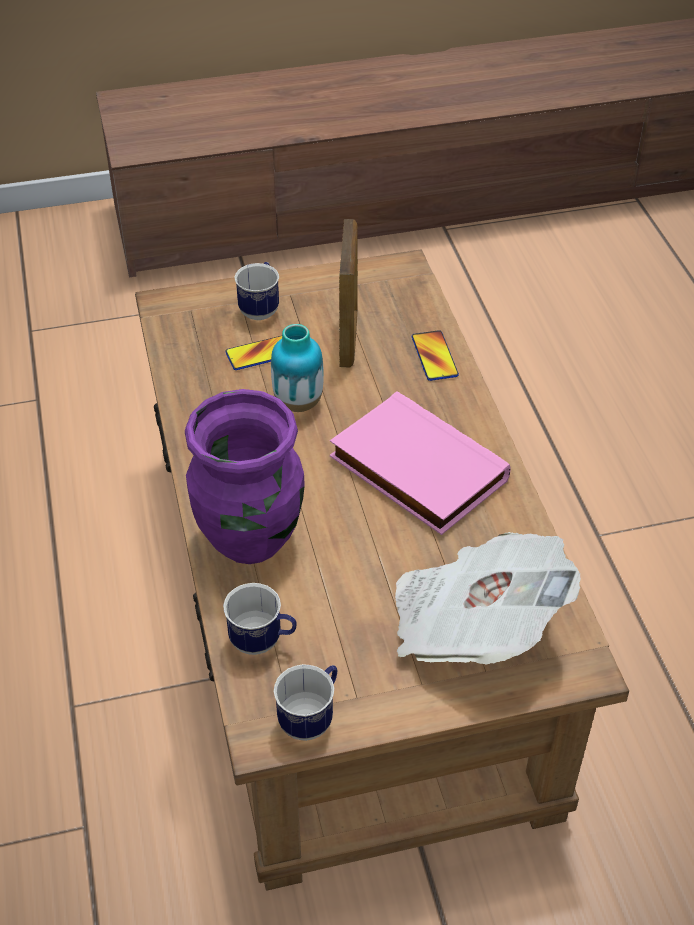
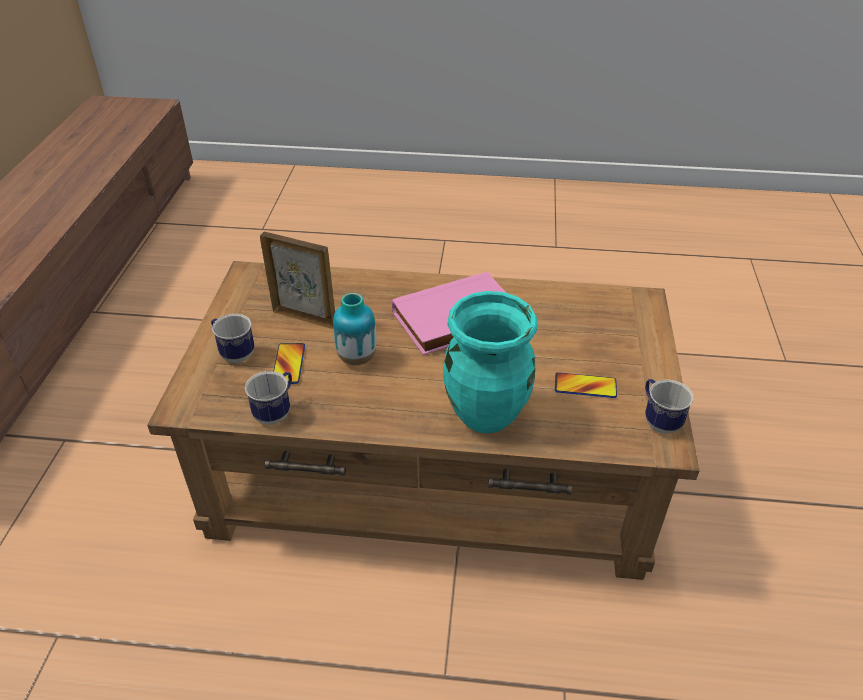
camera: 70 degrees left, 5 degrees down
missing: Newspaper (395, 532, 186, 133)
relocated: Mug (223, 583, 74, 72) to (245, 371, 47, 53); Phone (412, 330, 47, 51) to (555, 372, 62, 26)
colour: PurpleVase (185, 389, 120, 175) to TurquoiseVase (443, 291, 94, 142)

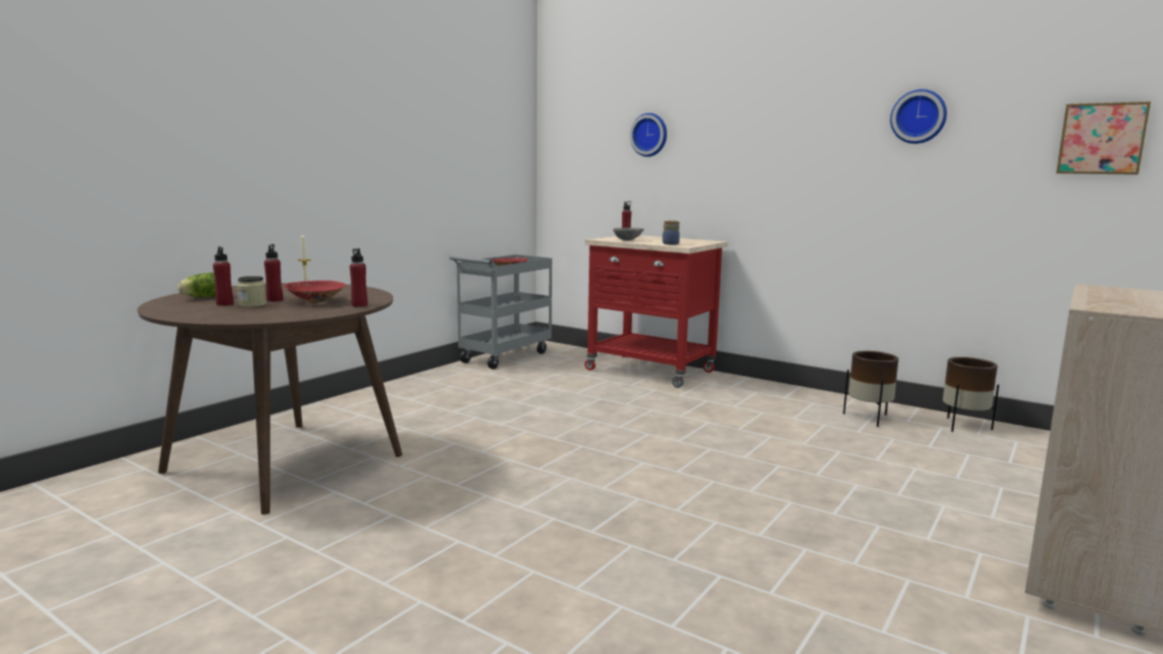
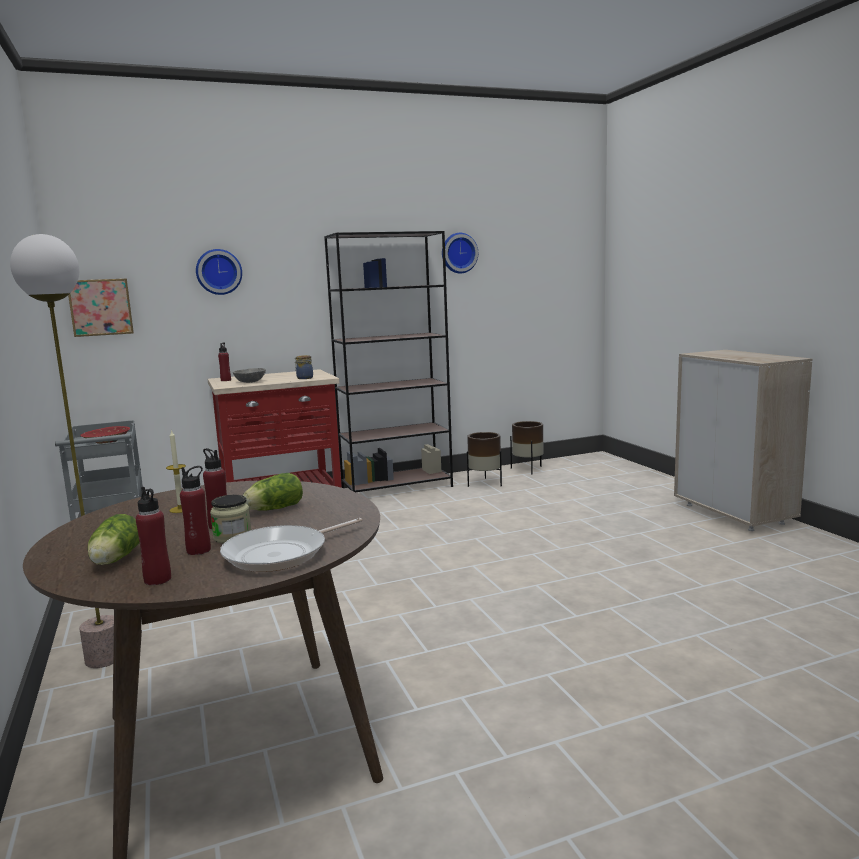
camera: 55 degrees left, 0 degrees up
appeared: FloorLamp (10, 234, 104, 434); FryingPan (220, 518, 143, 54); BrownBookcase (324, 231, 129, 261)
relocated: RedBottle (350, 248, 18, 59) to (136, 487, 35, 98); Picture (1056, 102, 95, 73) to (68, 279, 66, 58)
exchanged: RedBowl (284, 280, 62, 23) to Lettuce (242, 473, 61, 38)

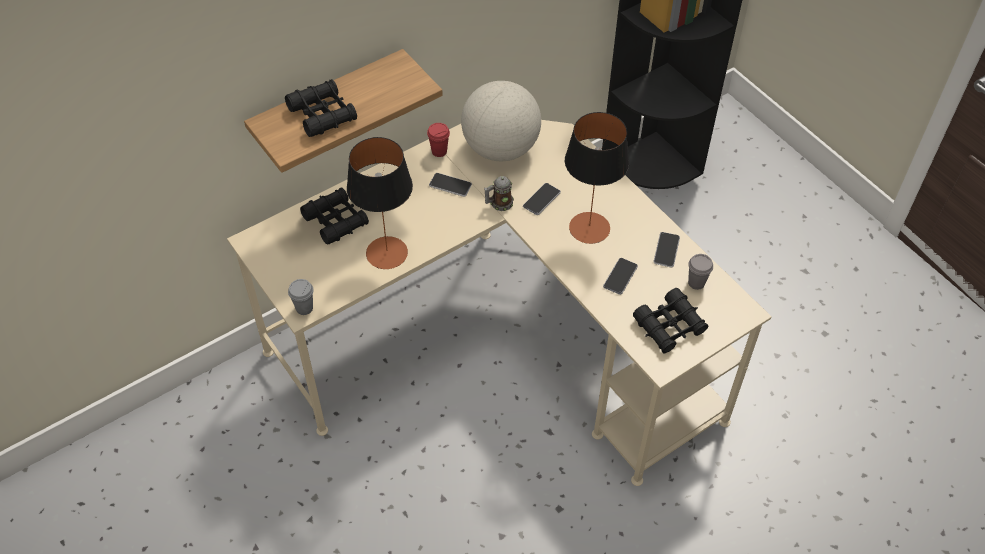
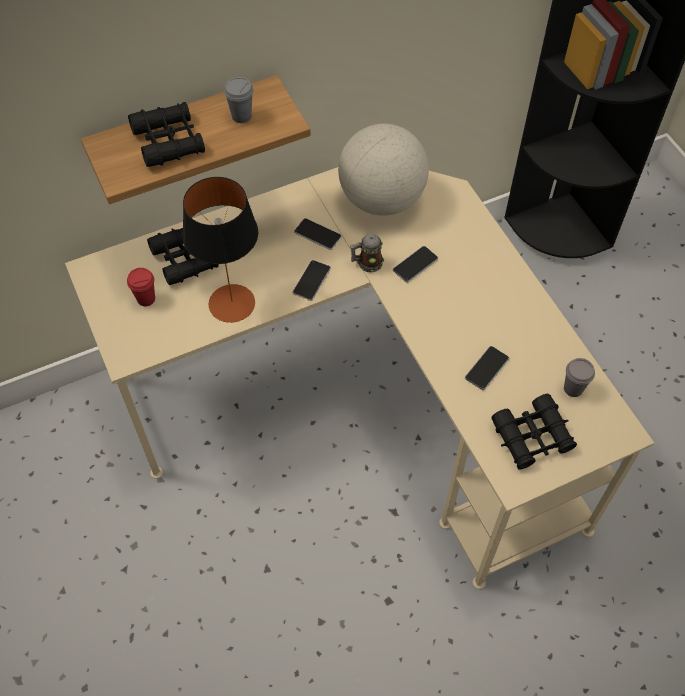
camera: 10 degrees right, 5 degrees up
missing: TableLamp (565, 112, 64, 132)
relocated: GreyCup (288, 279, 26, 36) to (224, 77, 30, 46); RedCup (427, 123, 23, 34) to (127, 268, 28, 38); Phone (653, 232, 27, 35) to (293, 260, 38, 41)

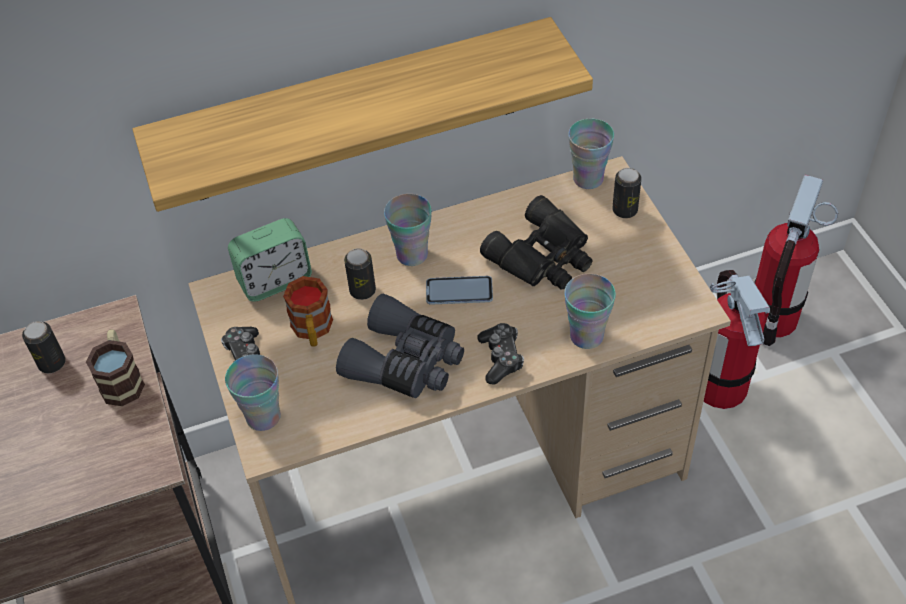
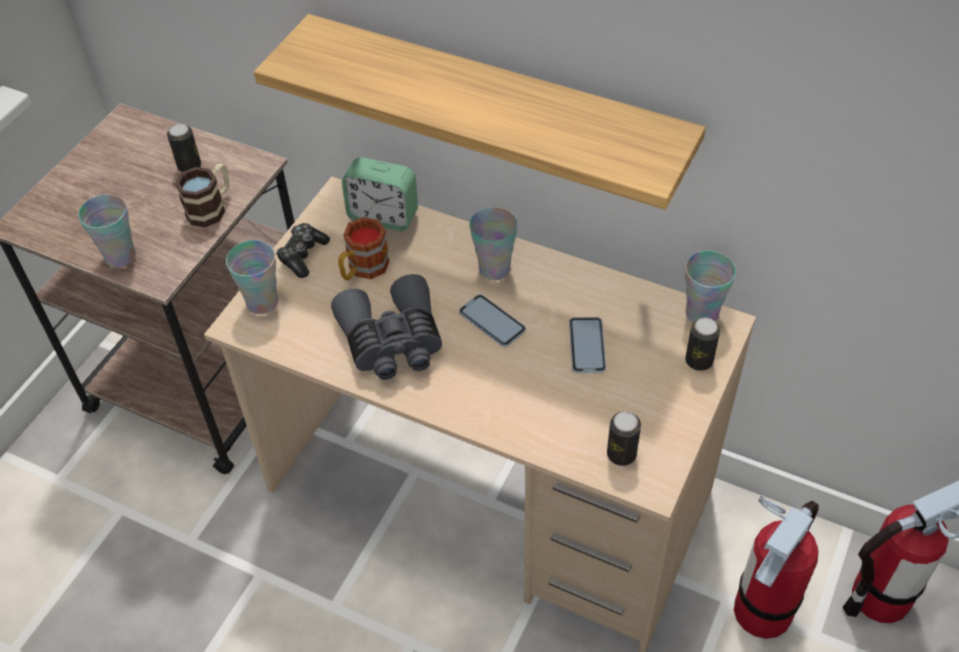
camera: 45 degrees right, 0 degrees up
missing: GameController (477, 323, 47, 62)
relocated: Can (344, 248, 32, 52) to (607, 411, 34, 55); Cup (564, 274, 52, 75) to (78, 194, 58, 73)
exchanged: BlackBinoculars (480, 195, 113, 95) to Phone (569, 317, 37, 56)

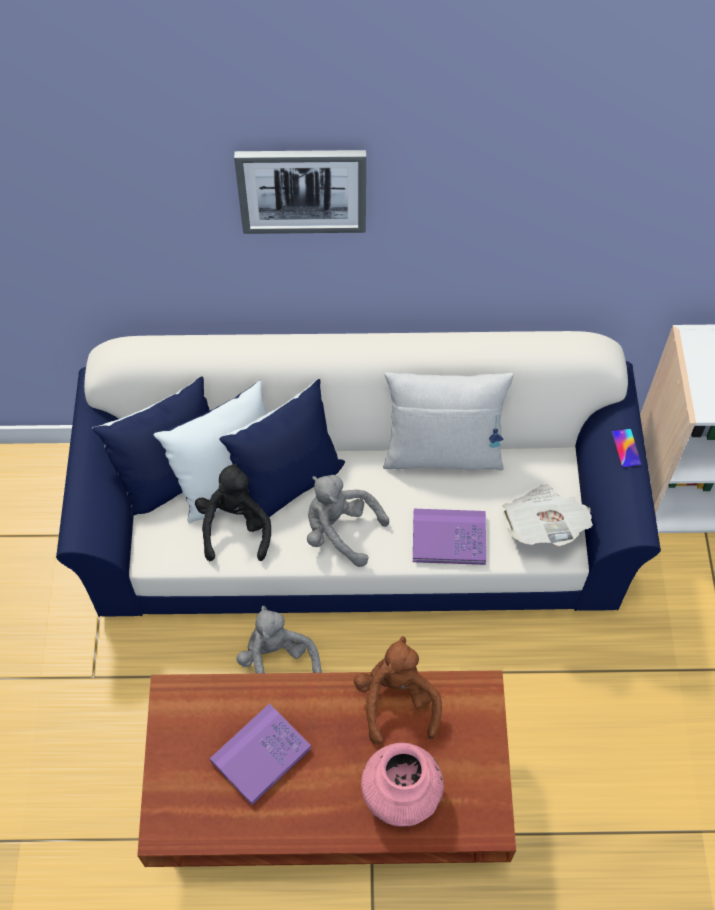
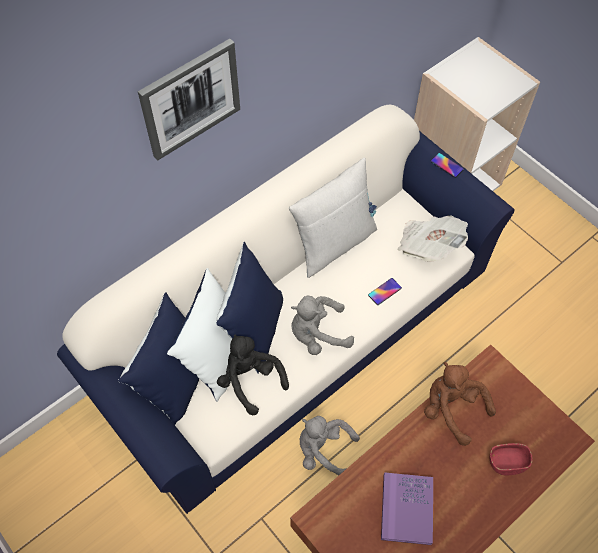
camera: 40 degrees left, 0 degrees up
exchanged: PinkVase (361, 743, 83, 84) to RedBowl (490, 443, 43, 32); PurpleBook (413, 509, 73, 56) to Phone (368, 278, 34, 27)

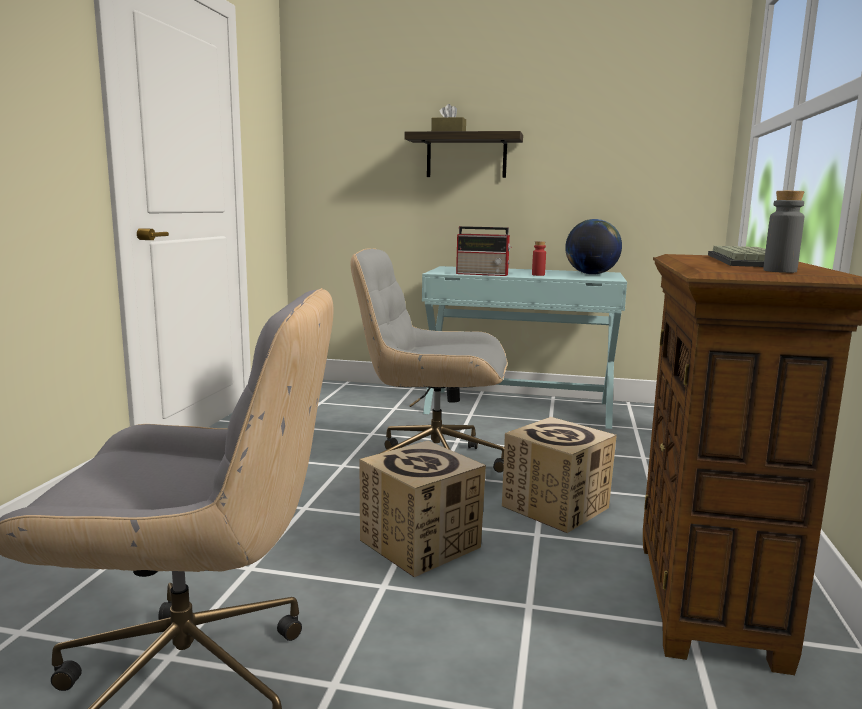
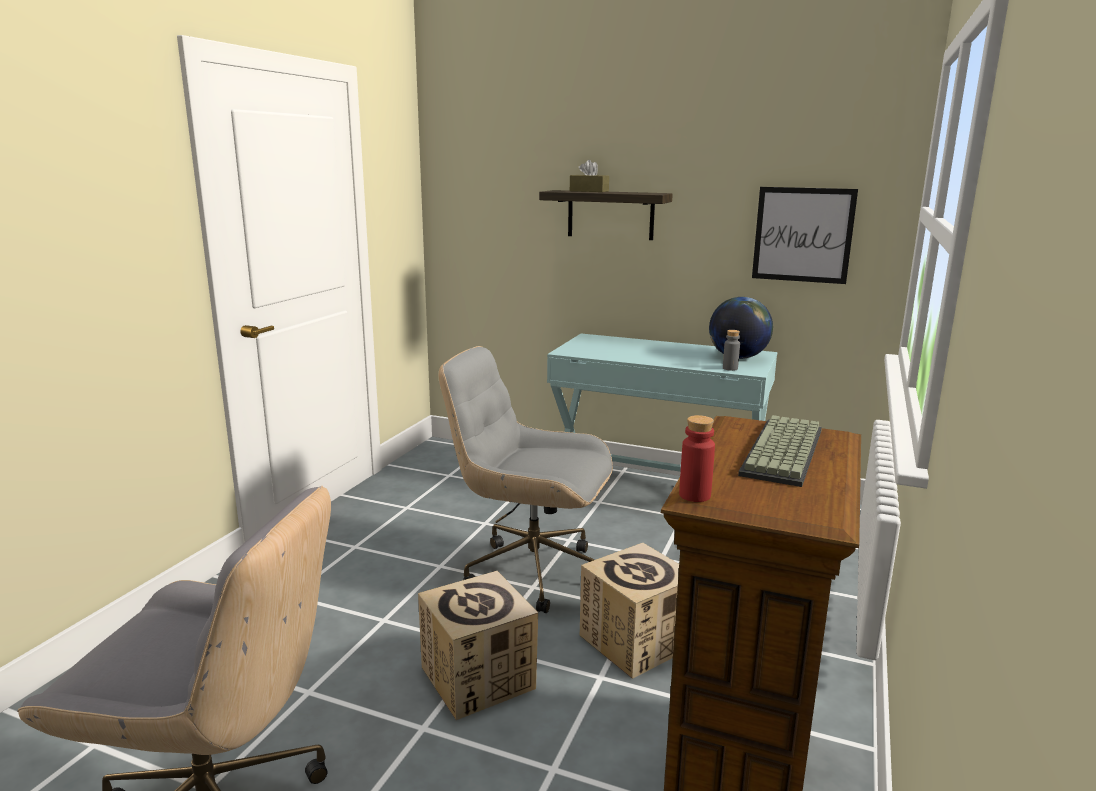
camera: 10 degrees right, 5 degrees up
missing: Radio (456, 226, 56, 50)
appeared: Picture (752, 187, 106, 97)
relocated: RedBottle (532, 241, 14, 35) to (679, 415, 36, 87); GreyBottle (763, 191, 42, 82) to (723, 330, 17, 41)

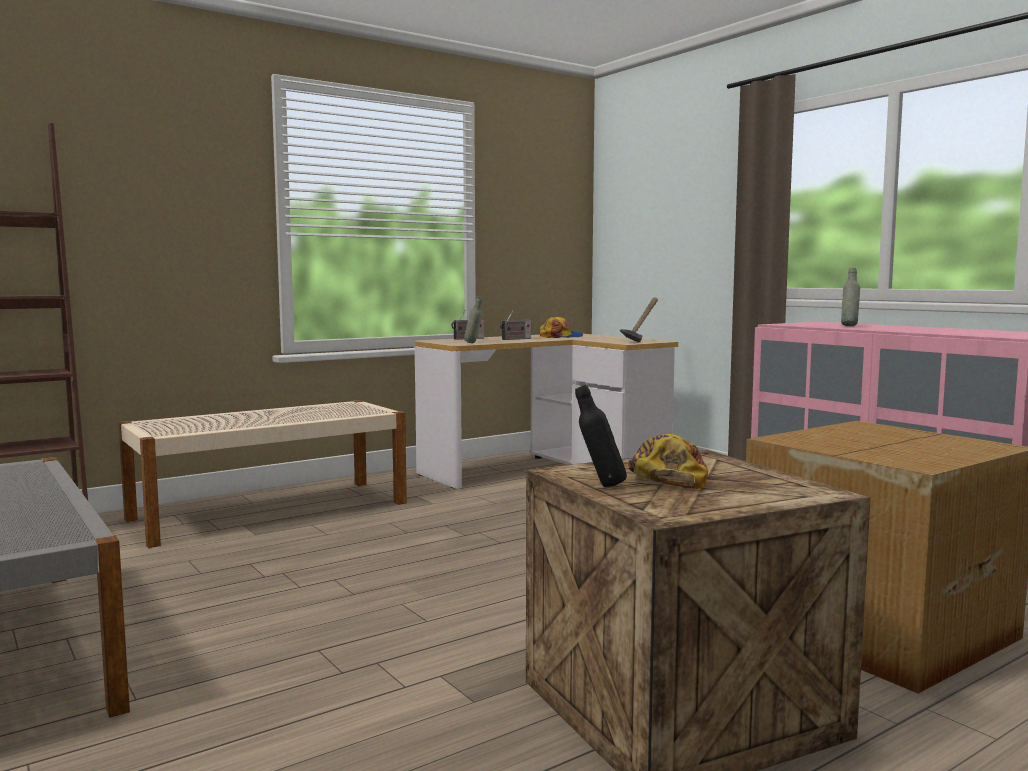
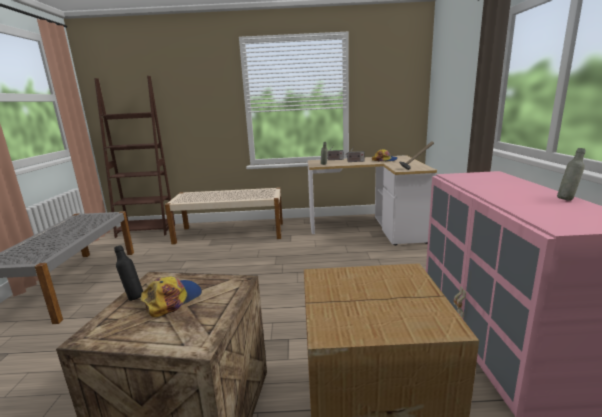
camera: 35 degrees right, 10 degrees up
relocated: GreyBottle (841, 268, 19, 58) to (557, 148, 28, 53)

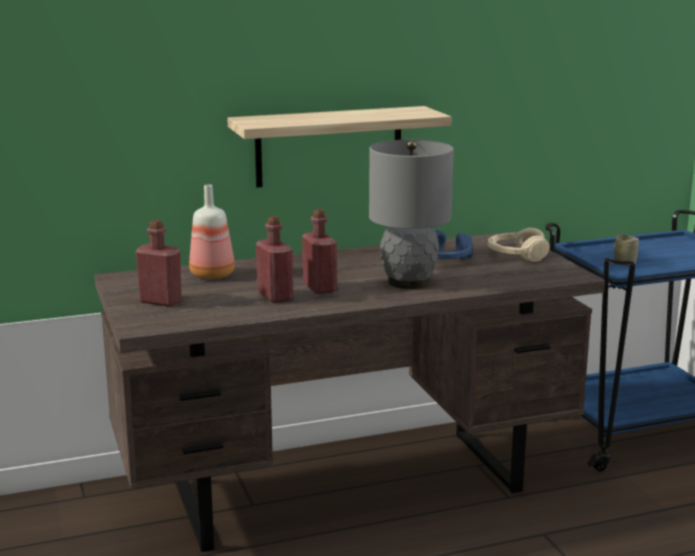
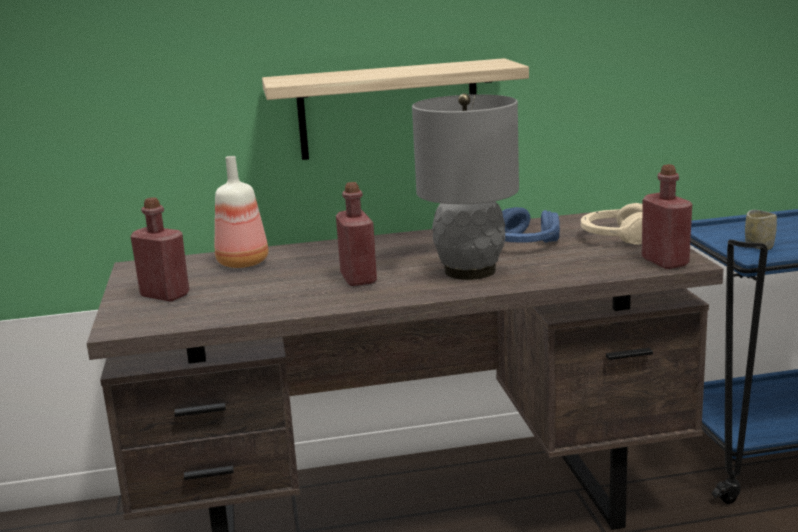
camera: 10 degrees right, 0 degrees up
relocated: RedBottle (256, 216, 37, 87) to (642, 164, 50, 105)

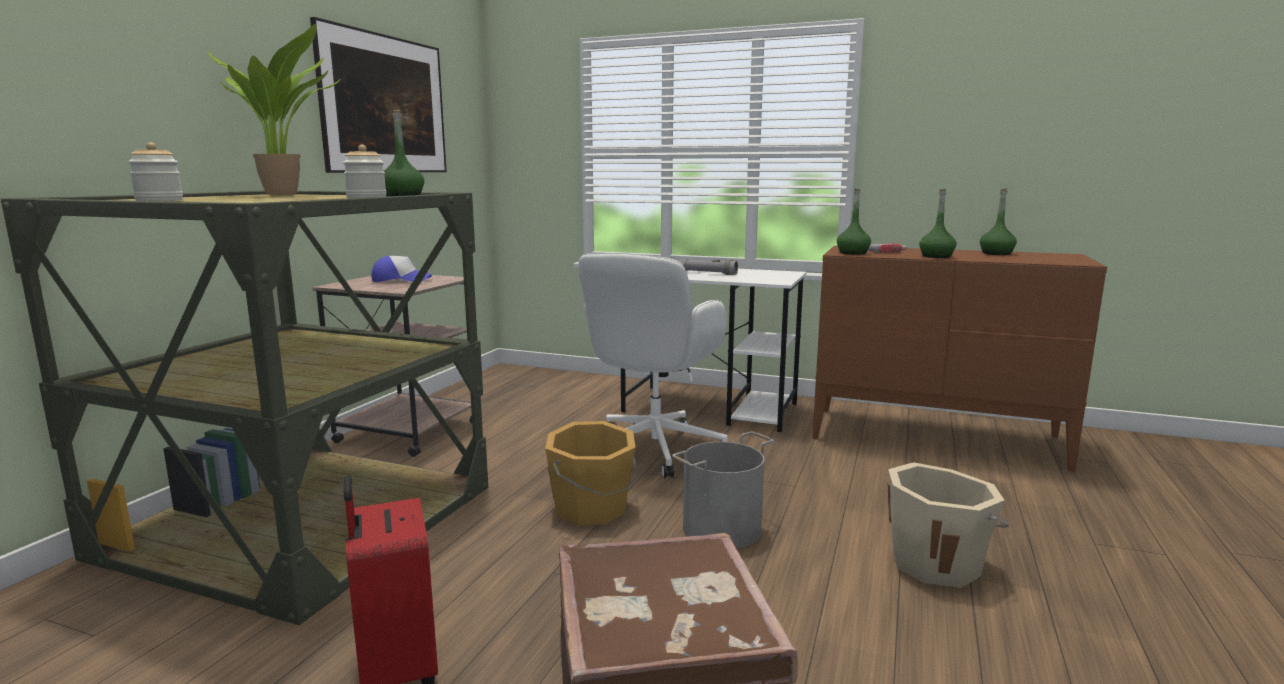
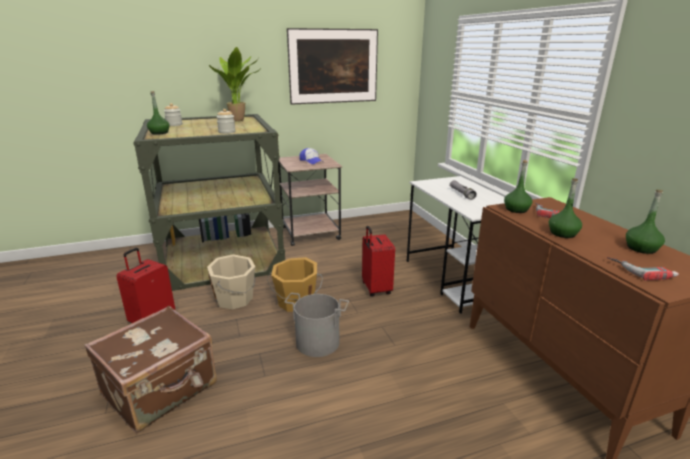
camera: 50 degrees right, 10 degrees up
appeared: PowerDrill (607, 257, 72, 23)
relocated: GreenBottle (384, 110, 41, 86) to (147, 91, 23, 44); BeigeBucket (887, 462, 122, 126) to (207, 254, 48, 55)
exchanged: WhiteOfficeChair (578, 253, 150, 225) to RedSuitcase (362, 226, 33, 70)

